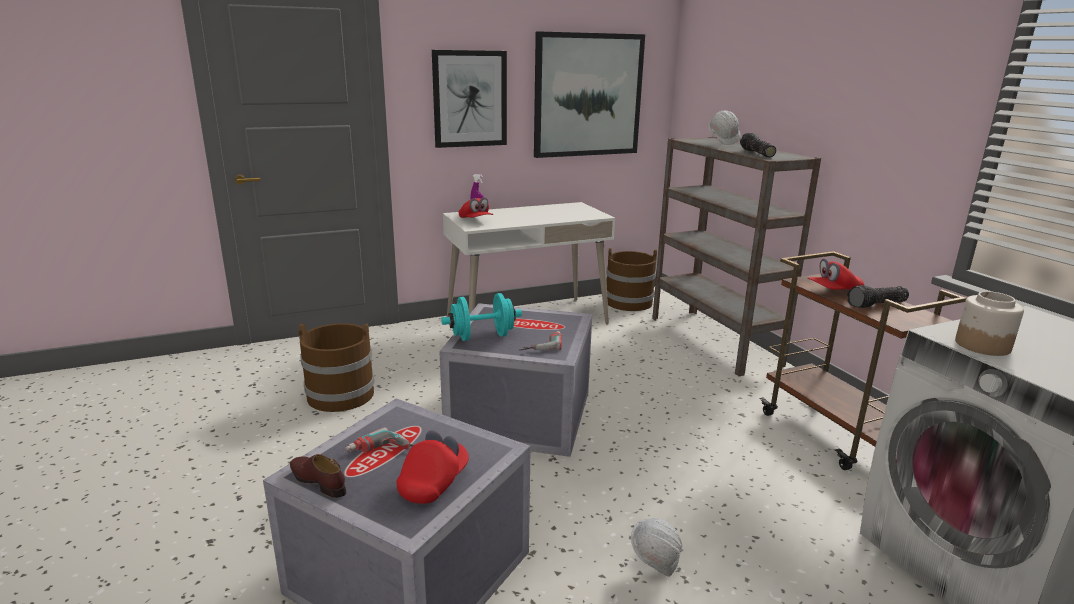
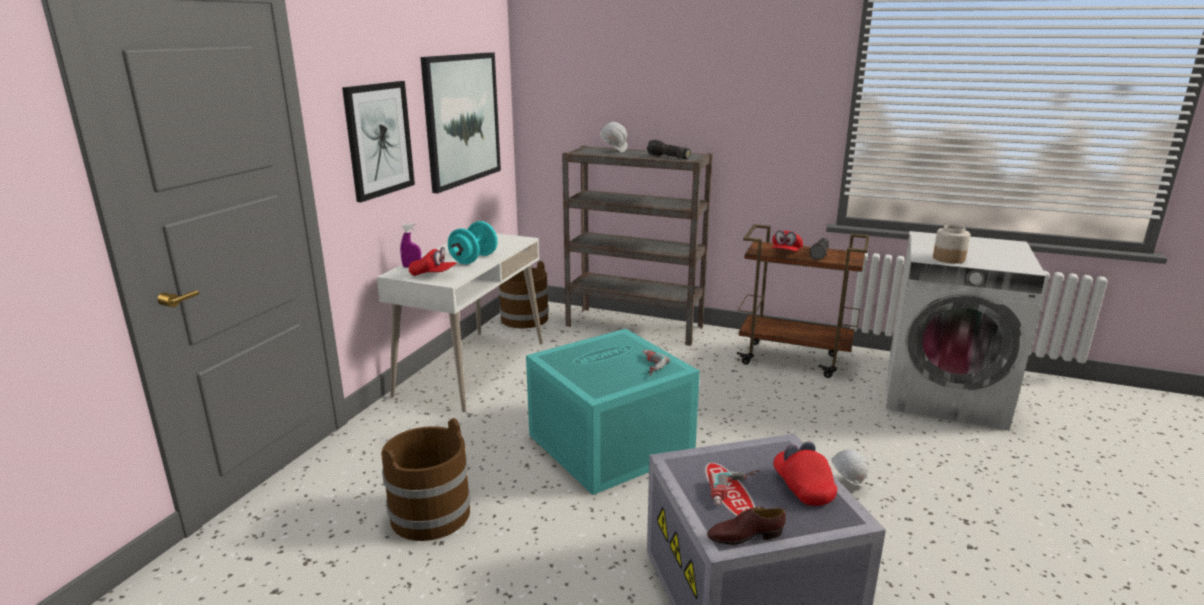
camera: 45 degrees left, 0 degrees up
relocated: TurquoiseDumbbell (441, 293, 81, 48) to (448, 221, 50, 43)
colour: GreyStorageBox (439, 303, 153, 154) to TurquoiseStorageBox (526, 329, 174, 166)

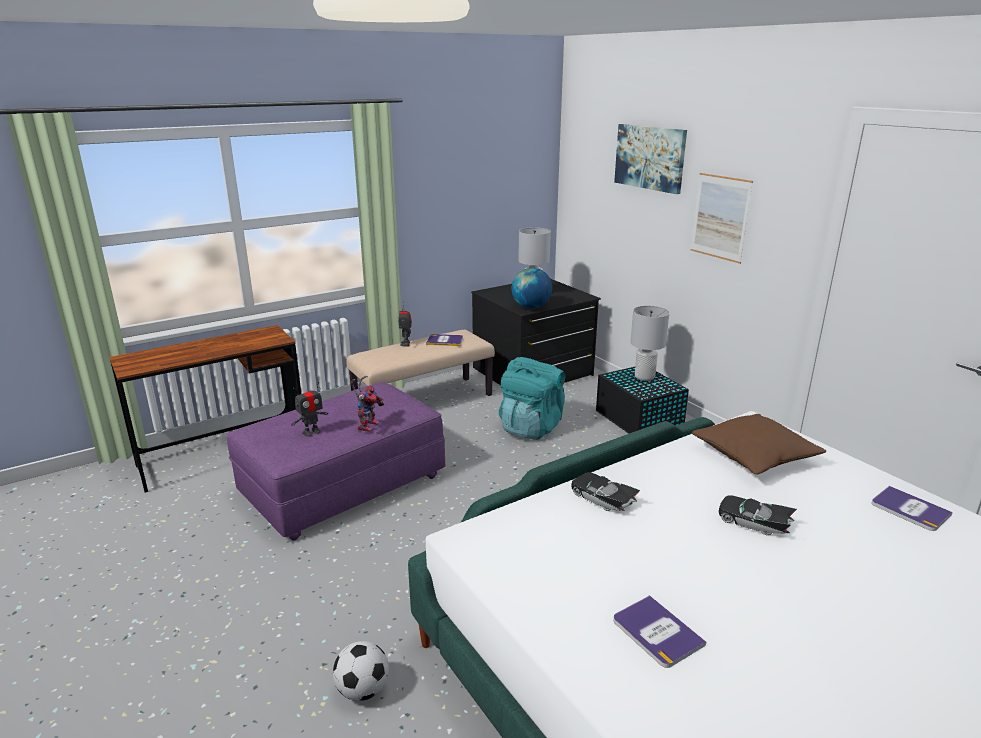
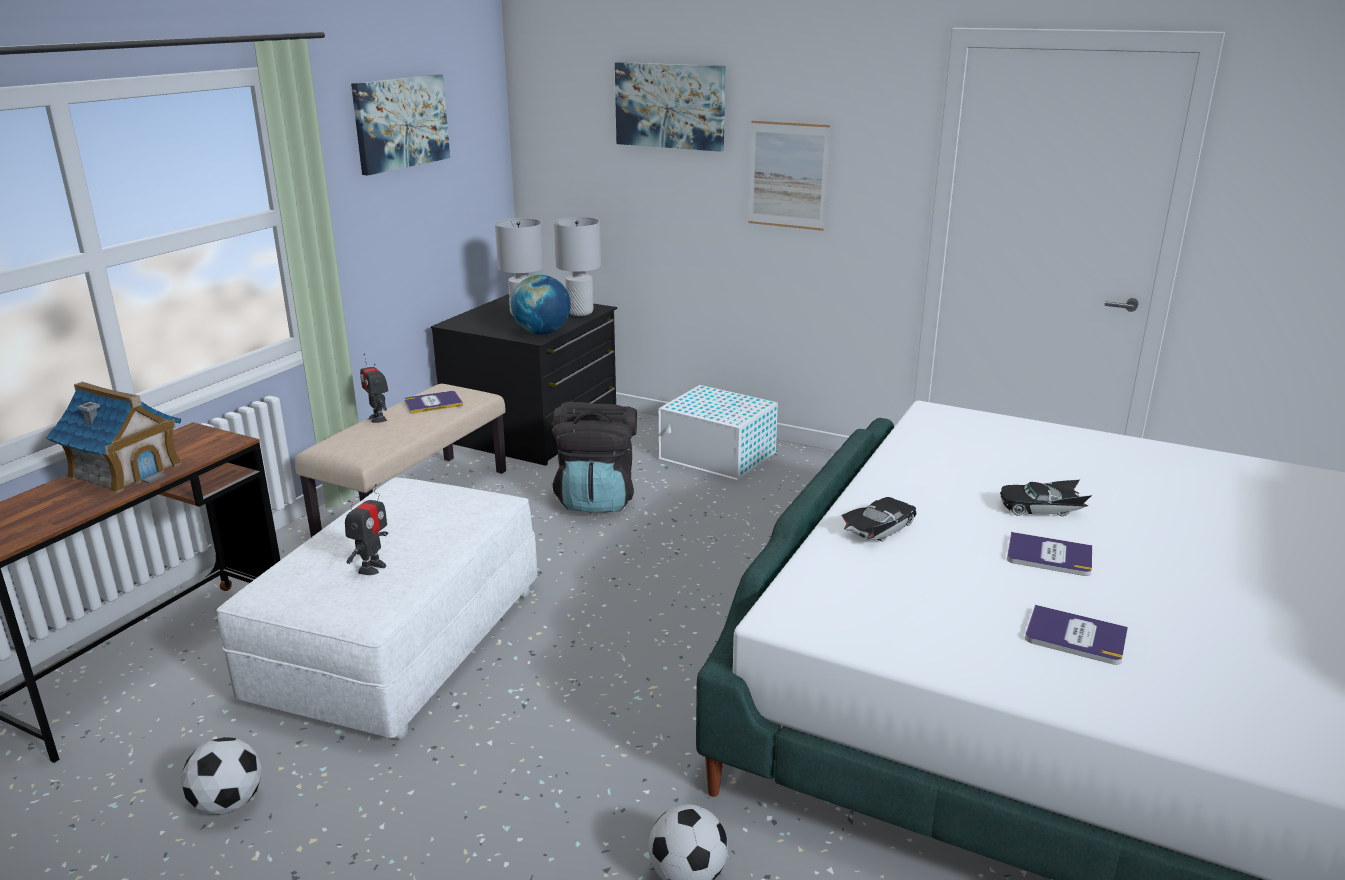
camera: 30 degrees left, 0 degrees up
missing: ToyRobot (351, 376, 33, 56); BrownPillow (692, 414, 134, 61)
appeared: ToyHouse (46, 382, 136, 111); Football (181, 737, 81, 77); Picture (351, 74, 99, 102)
relocated: GreyTableLamp (630, 306, 40, 75) to (554, 217, 47, 99); Book (872, 486, 81, 45) to (1007, 532, 85, 44)
colour: PurpleOttoman (226, 382, 219, 159) to WhiteOttoman (216, 478, 322, 262); TurquoiseBackpack (499, 357, 66, 83) to BlackBackpack (552, 402, 85, 110); BlackStorageBox (596, 367, 93, 67) to WhiteStorageBox (659, 385, 119, 95)
spun: BlackToyCar (571, 472, 69, 39) = (842, 497, 75, 45) 120 degrees clockwise

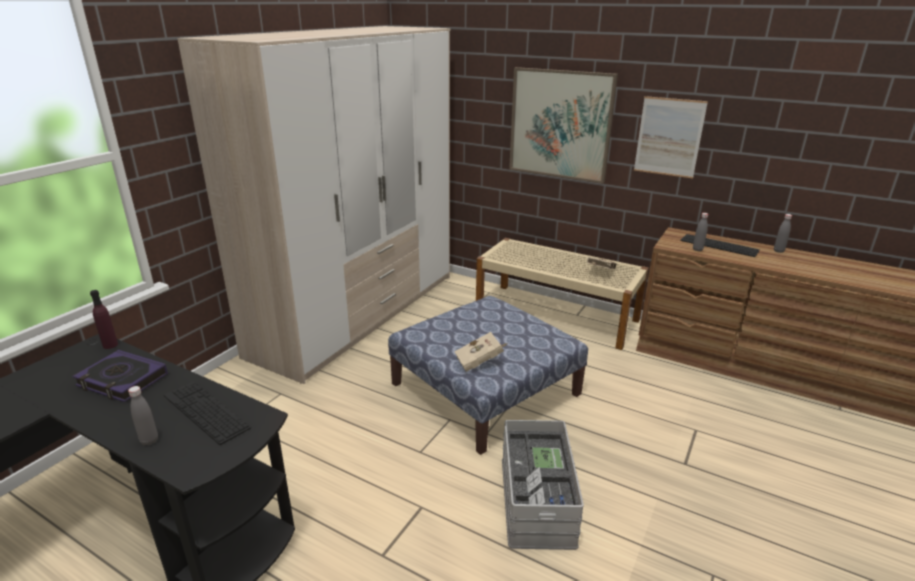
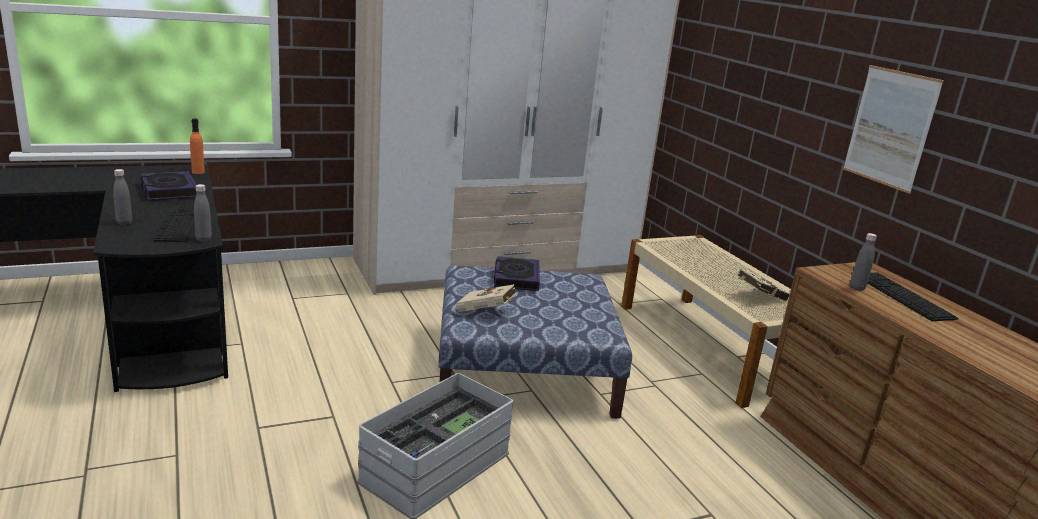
camera: 35 degrees right, 5 degrees down
missing: Picture (509, 67, 109, 117)
appeared: Book (494, 256, 46, 35)
relocated: GreyBottle (774, 214, 18, 39) to (194, 184, 18, 58)
colour: PurpleBottle (90, 290, 28, 59) to OrangeBottle (190, 119, 15, 55)

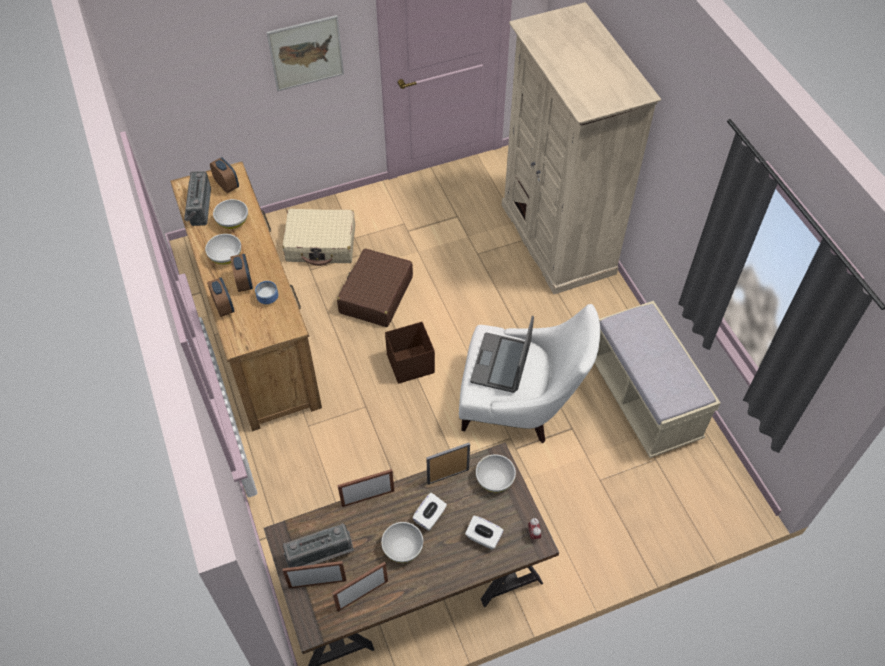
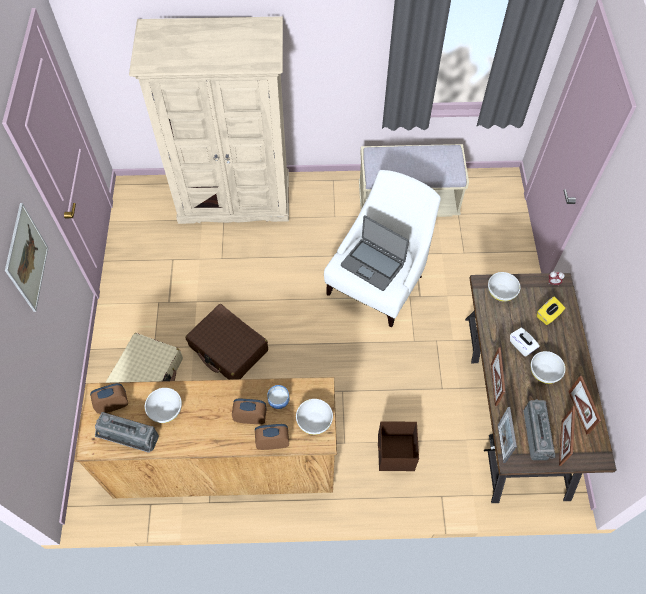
camera: 70 degrees left, 5 degrees up
relocated: WhiteBowl (205, 234, 36, 31) to (296, 399, 37, 36); BrownStorageBox (385, 322, 50, 62) to (378, 421, 41, 50); PictureFrame (426, 443, 44, 42) to (498, 407, 19, 56)
colour: WhiteTissueBox (465, 516, 38, 33) to YellowTissueBox (537, 297, 28, 28)

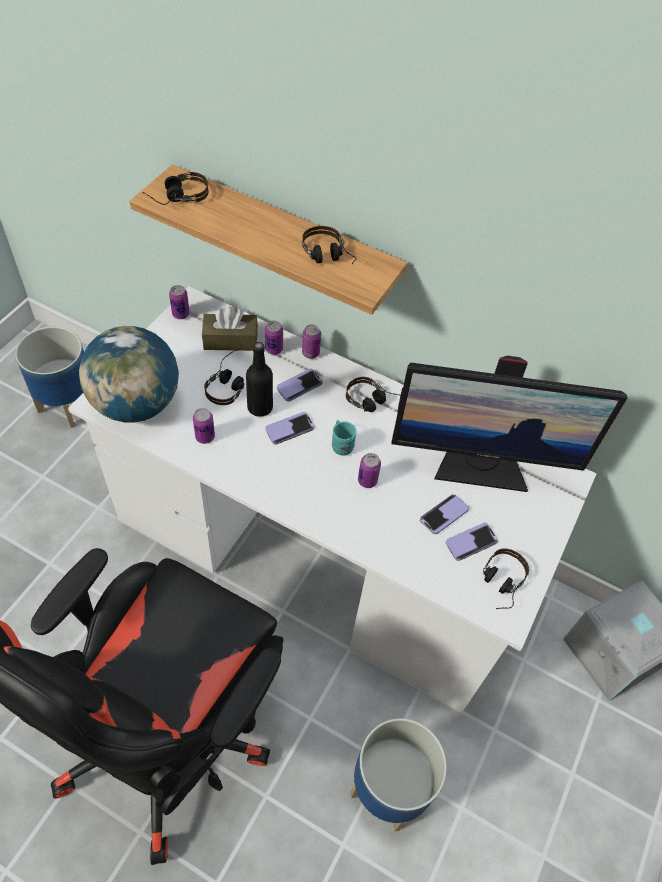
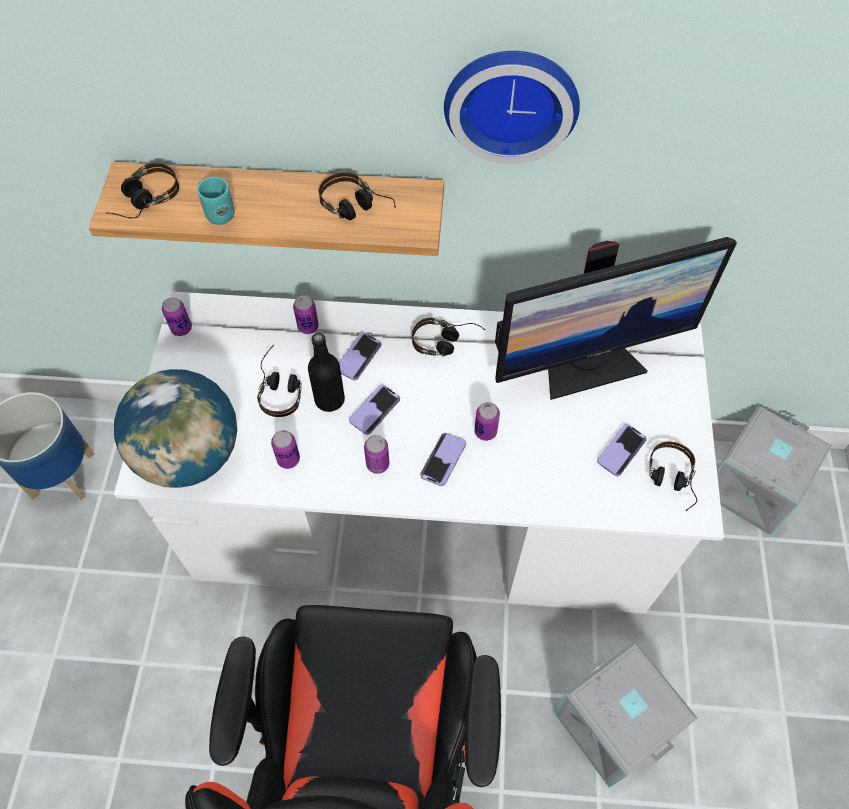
camera: 20 degrees left, 5 degrees up
missing: BrownTissueBox (202, 306, 56, 45)
appeared: WallClock (444, 51, 136, 113)
relocated: Can (302, 325, 19, 34) to (364, 435, 25, 39); TurquoiseMug (332, 420, 25, 36) to (197, 177, 37, 48); Phone (420, 494, 49, 40) to (420, 433, 46, 53)
exchanged: Planter (350, 718, 97, 113) to GreyStorageBox (553, 641, 145, 147)

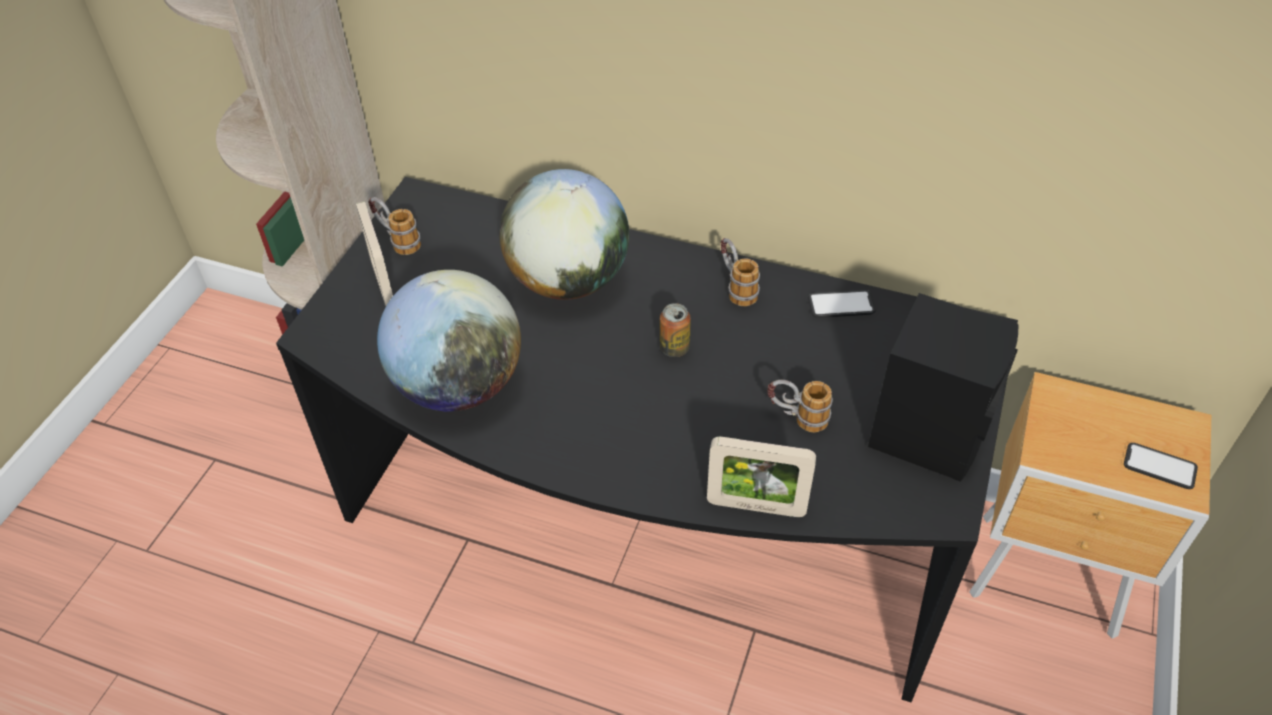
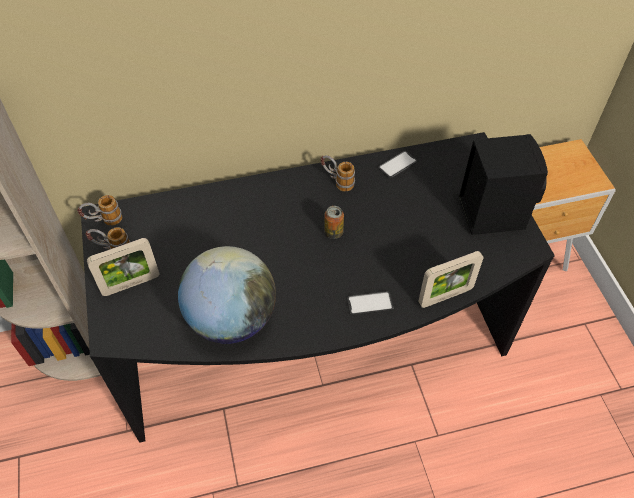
camera: 35 degrees left, 5 degrees up
missing: Globe (499, 169, 130, 131)
relocated: Mug (767, 380, 66, 52) to (77, 195, 45, 31); Phone (1124, 443, 74, 46) to (346, 291, 48, 25)
spun: PictureFrame (356, 201, 37, 105) = (87, 238, 72, 58) 60 degrees counterclockwise

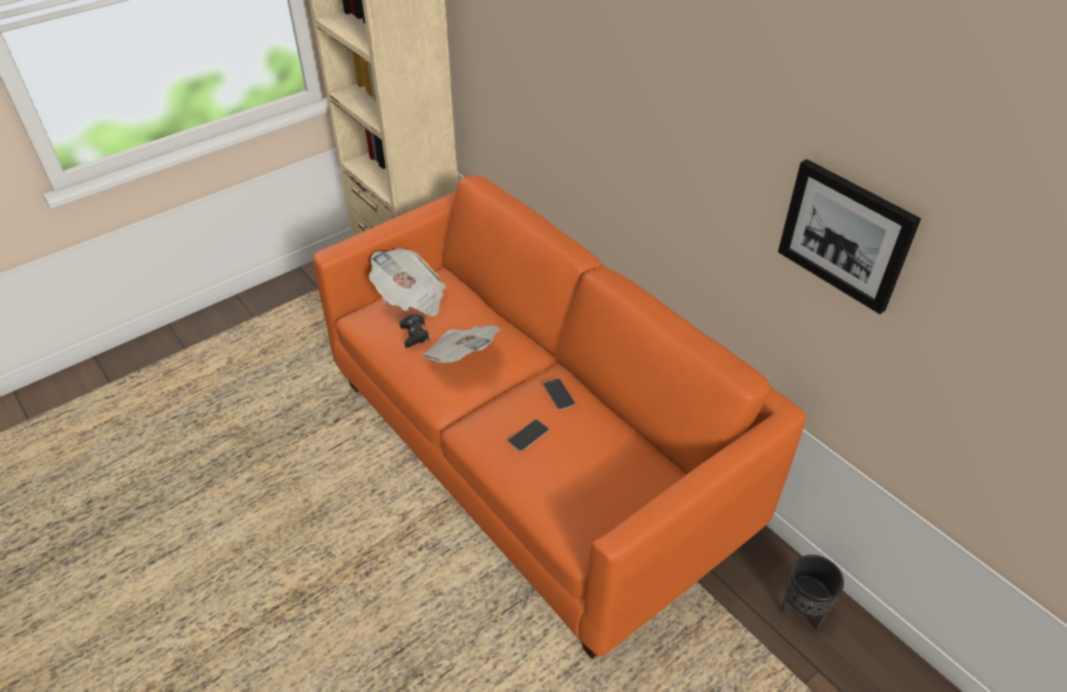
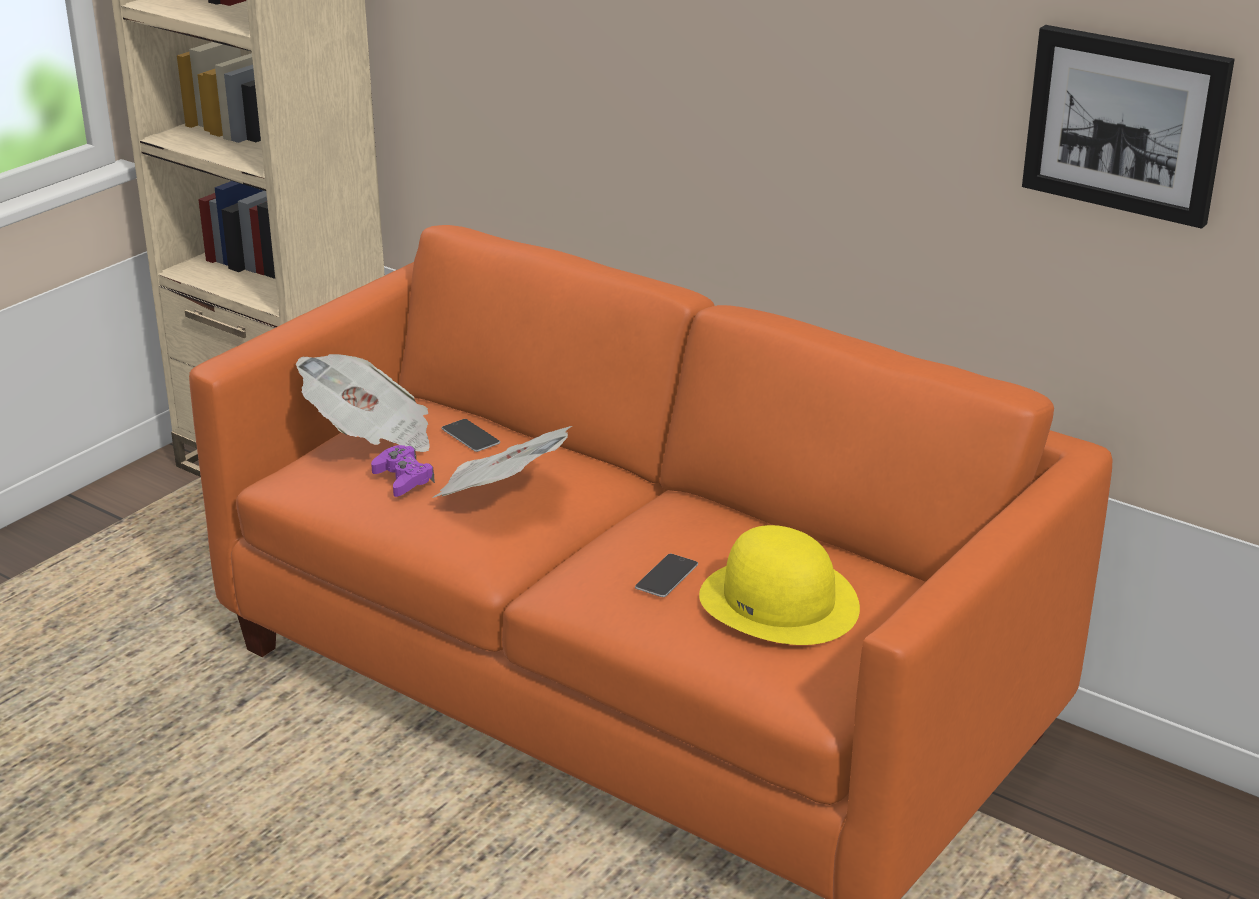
camera: 15 degrees left, 15 degrees down
missing: BlackPlanter (781, 555, 63, 75)
appeared: YellowHat (699, 525, 161, 120)
relocated: Phone (543, 378, 32, 32) to (441, 419, 59, 33)
colour: BlackGameController (400, 314, 30, 34) to PurpleGameController (371, 445, 64, 52)

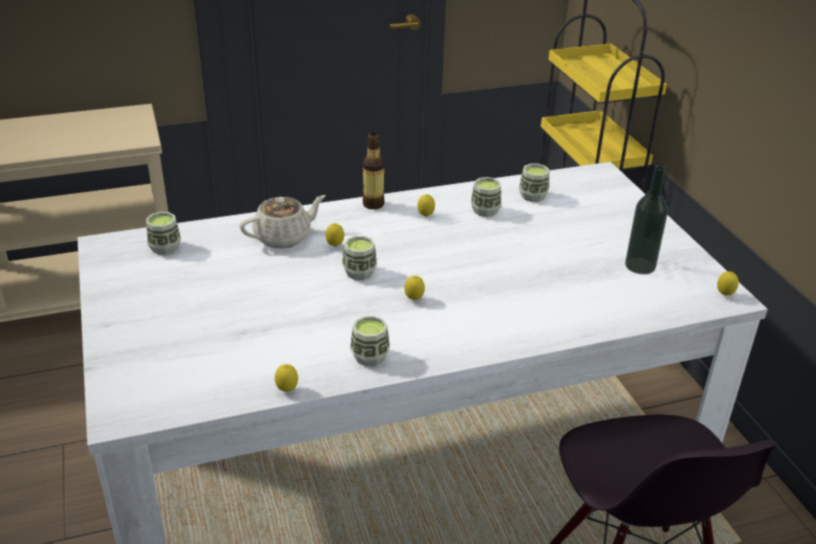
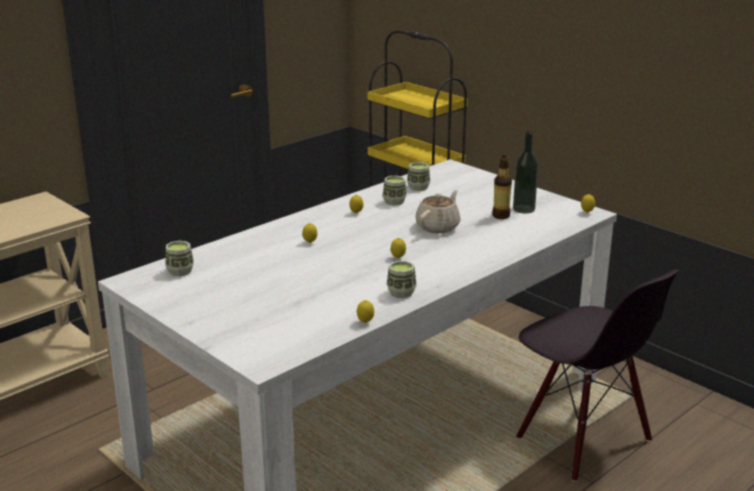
camera: 25 degrees left, 10 degrees down
missing: Cup (342, 236, 35, 44)
relocated: BeigeTeapot (240, 195, 86, 54) to (415, 190, 46, 43); Bottle (363, 132, 21, 77) to (492, 156, 20, 63)

